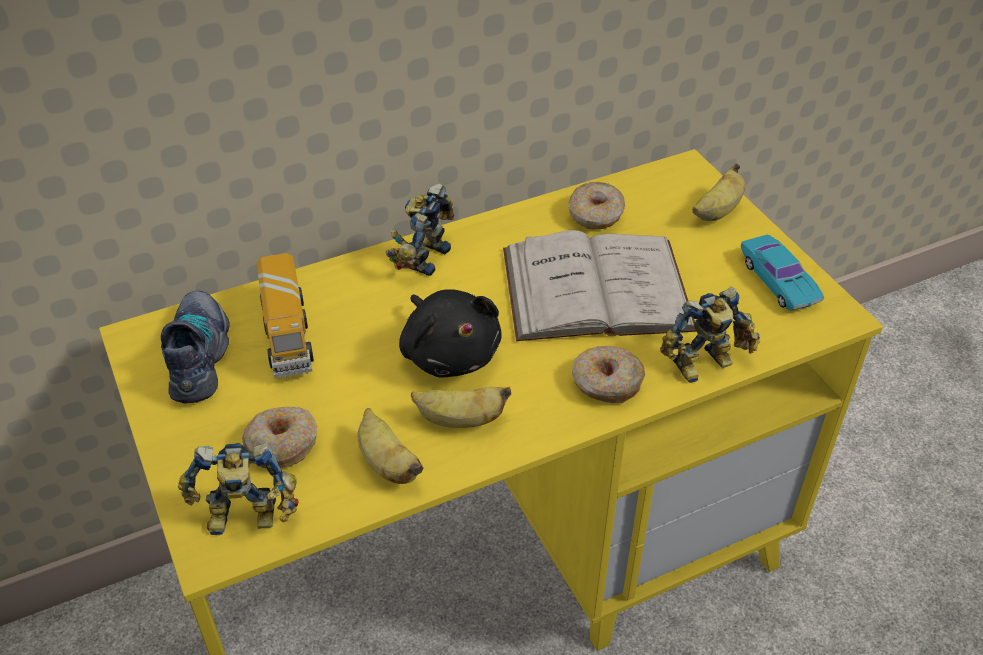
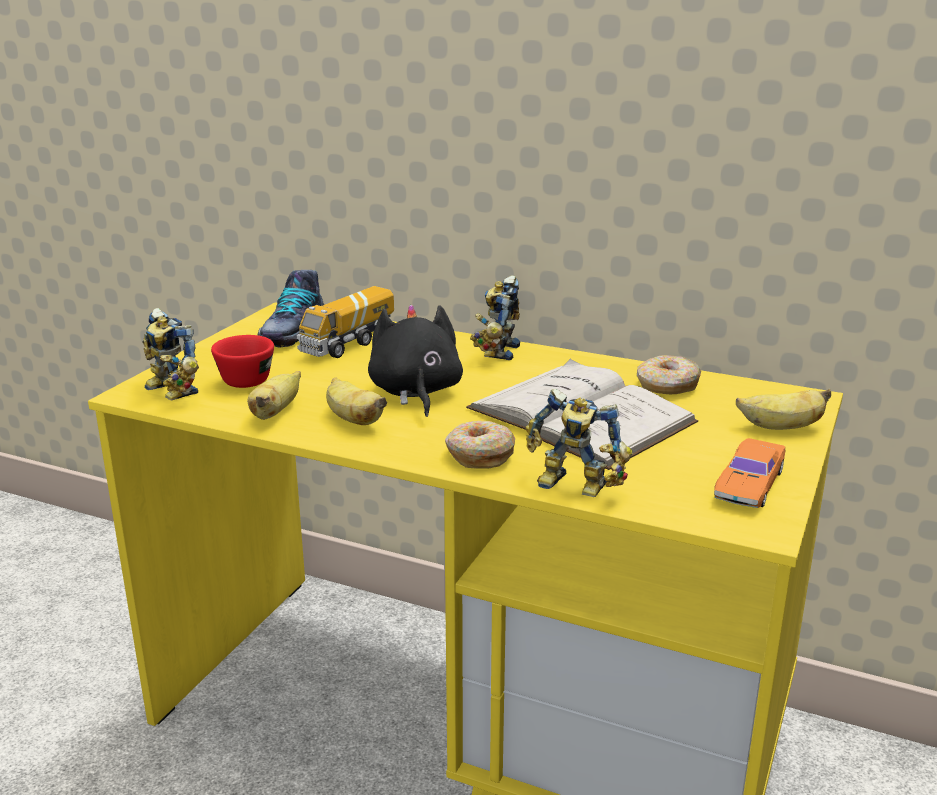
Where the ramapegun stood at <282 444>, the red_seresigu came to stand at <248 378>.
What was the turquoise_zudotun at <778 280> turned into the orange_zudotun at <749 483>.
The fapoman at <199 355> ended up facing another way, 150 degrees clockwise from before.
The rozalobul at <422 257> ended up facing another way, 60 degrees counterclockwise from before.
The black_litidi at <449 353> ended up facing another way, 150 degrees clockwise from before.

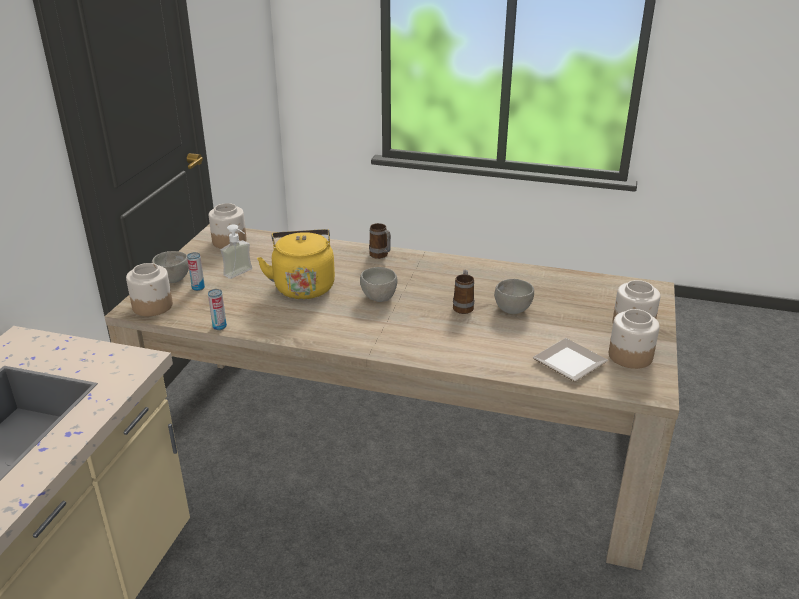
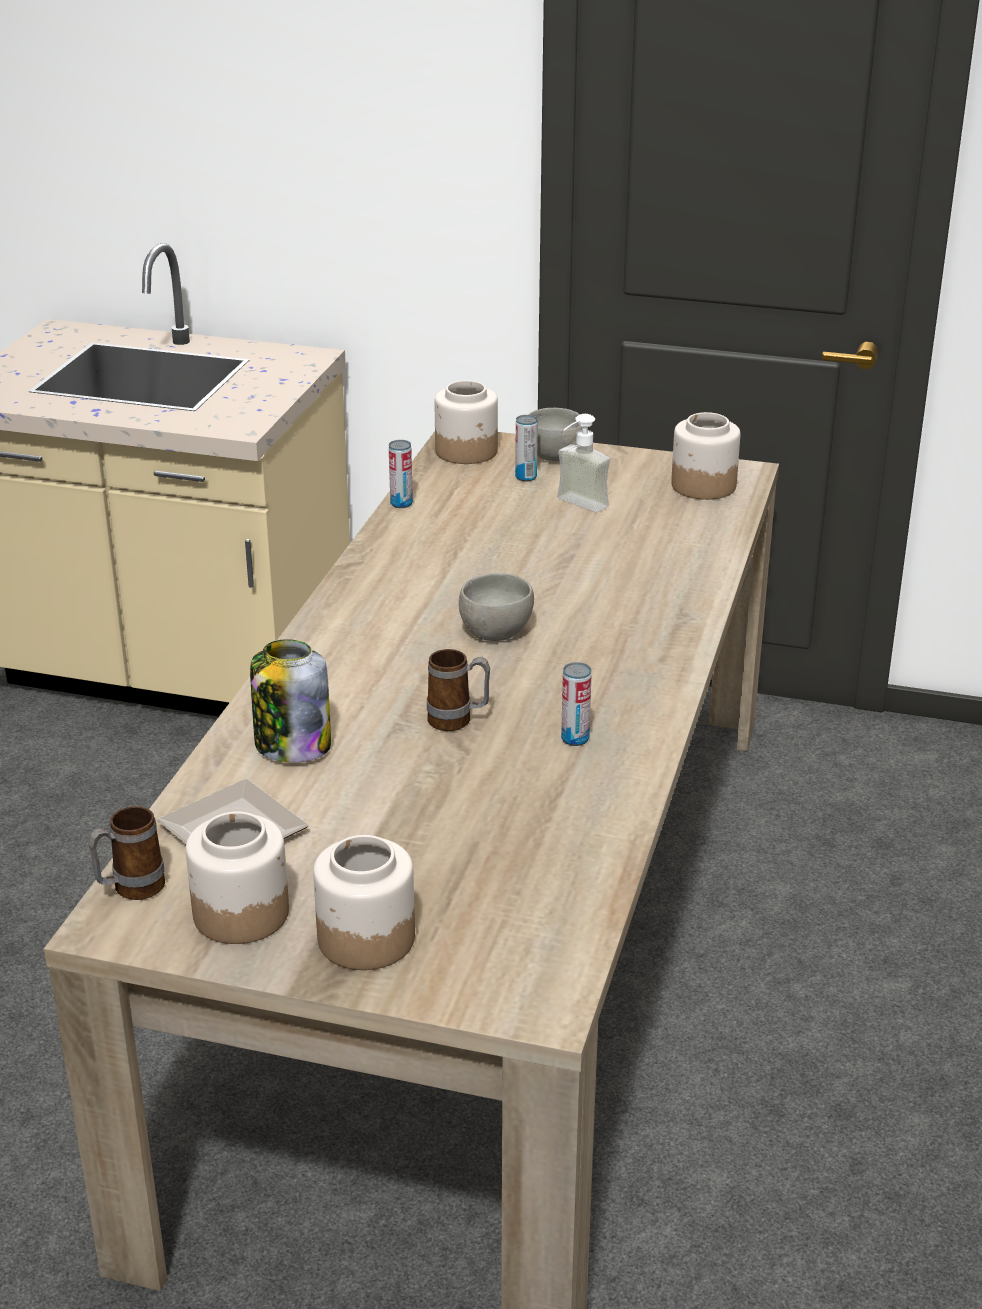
The second view lost the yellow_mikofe at <303 286>.
The second view lost the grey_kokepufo at <512 308>.
The second view gained the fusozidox at <291 745>.
The second view gained the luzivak at <575 739>.
The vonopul ended up elsewhere, having gone from <381 256> to <130 890>.

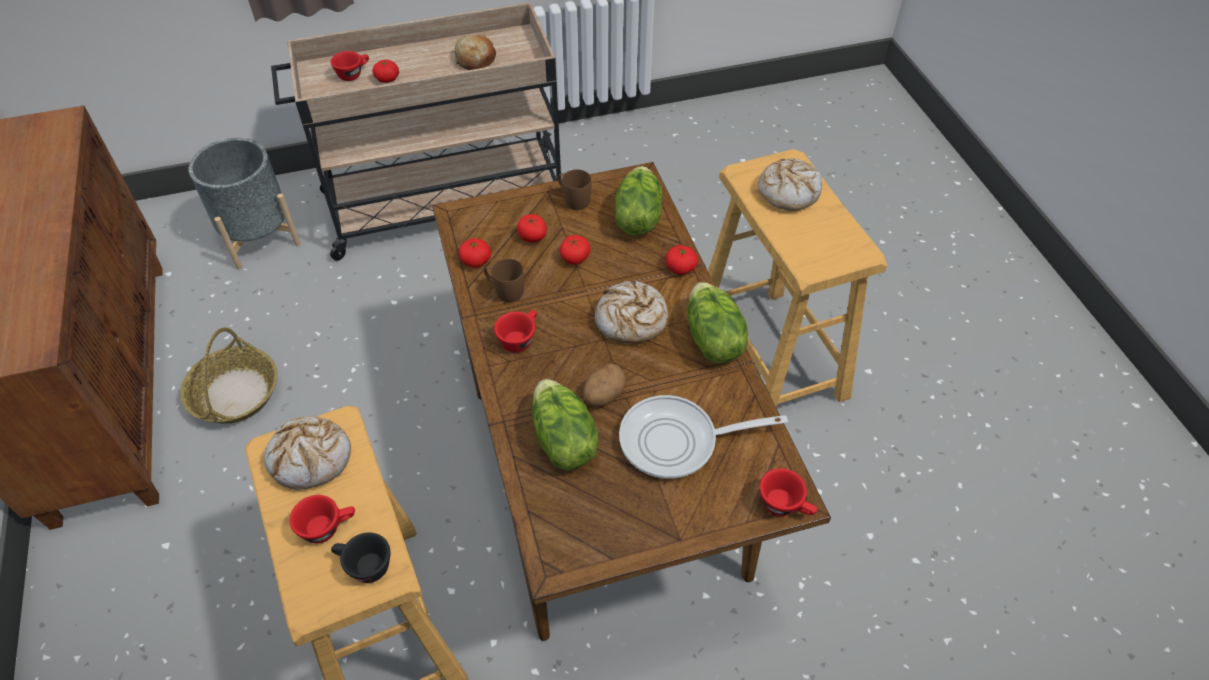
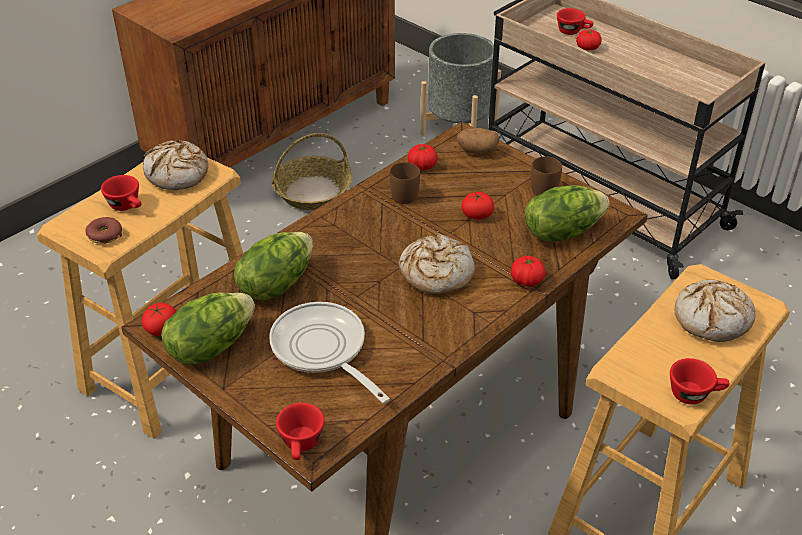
The second view lost the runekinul at <475 59>.
The red_seresigu ended up elsewhere, having gone from <519 338> to <695 394>.
The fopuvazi ended up elsewhere, having gone from <532 236> to <161 328>.
The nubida ended up elsewhere, having gone from <603 395> to <477 151>.
The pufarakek ended up elsewhere, having gone from <711 339> to <210 346>.
Where the black_seresigu stood at <364 566>, the ramapegun came to stand at <105 235>.

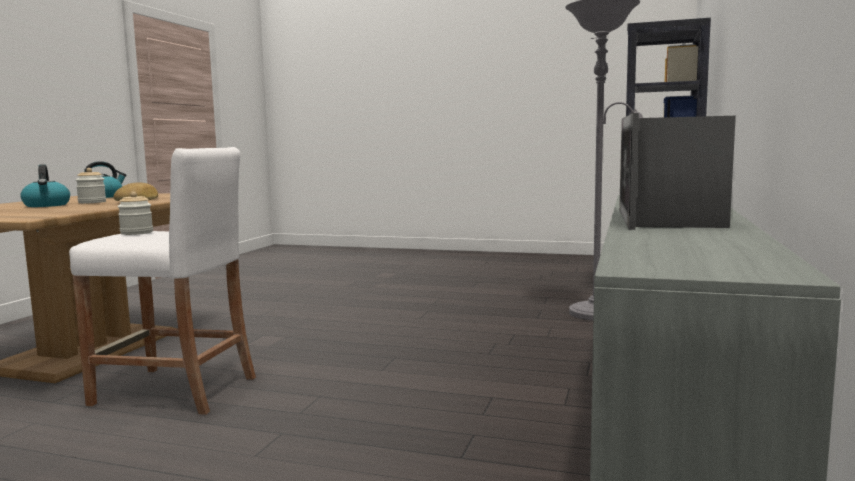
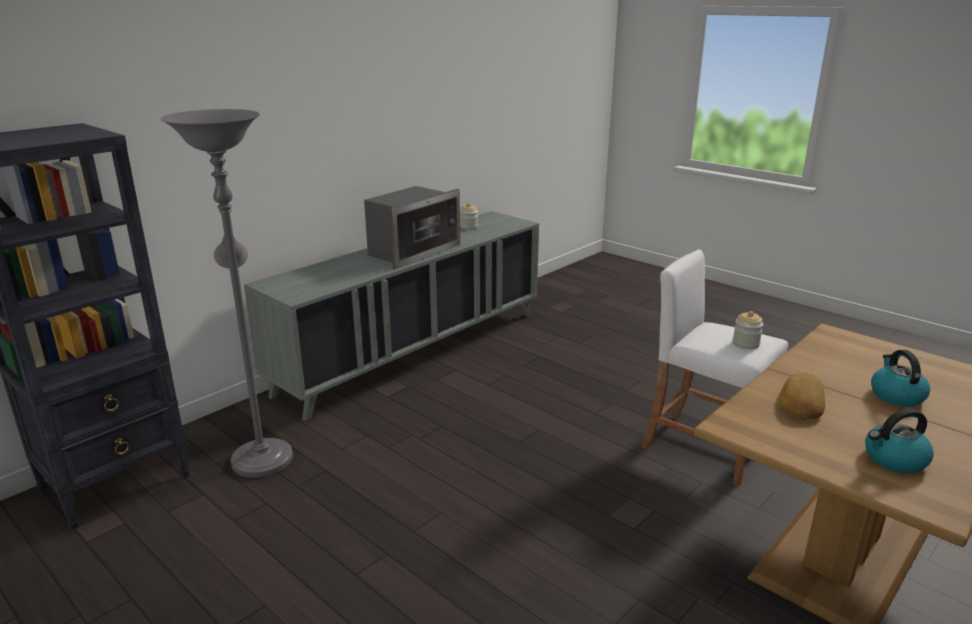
The fusozidox ended up elsewhere, having gone from <92 202> to <468 227>.

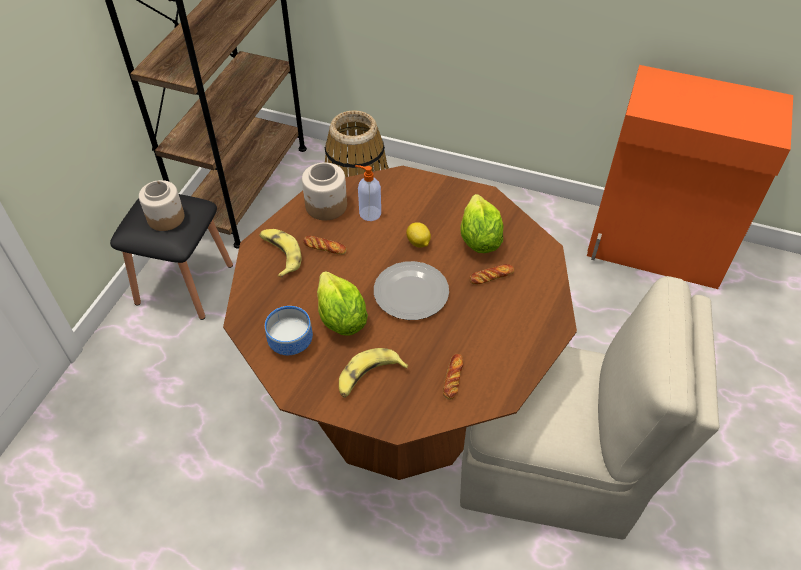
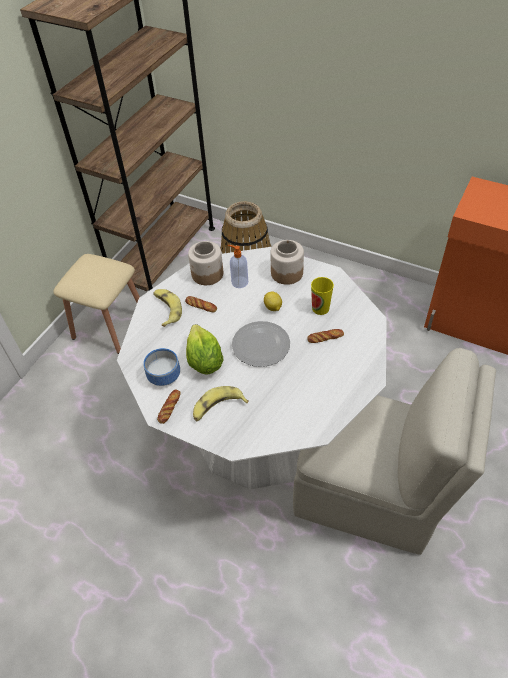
The fusozidox ended up elsewhere, having gone from <166 217> to <287 273>.
The runekinul ended up elsewhere, having gone from <453 378> to <169 408>.
Where the pufarakek stood at <479 240>, the seresigu came to stand at <320 308>.
What was the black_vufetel at <184 284> turned into the beige_vufetel at <110 326>.
What was the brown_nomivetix at <400 401> turned into the white_nomivetix at <259 429>.

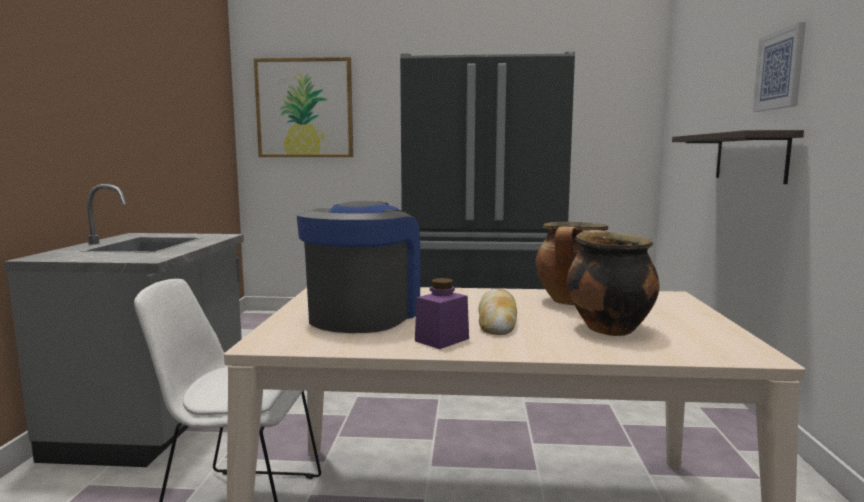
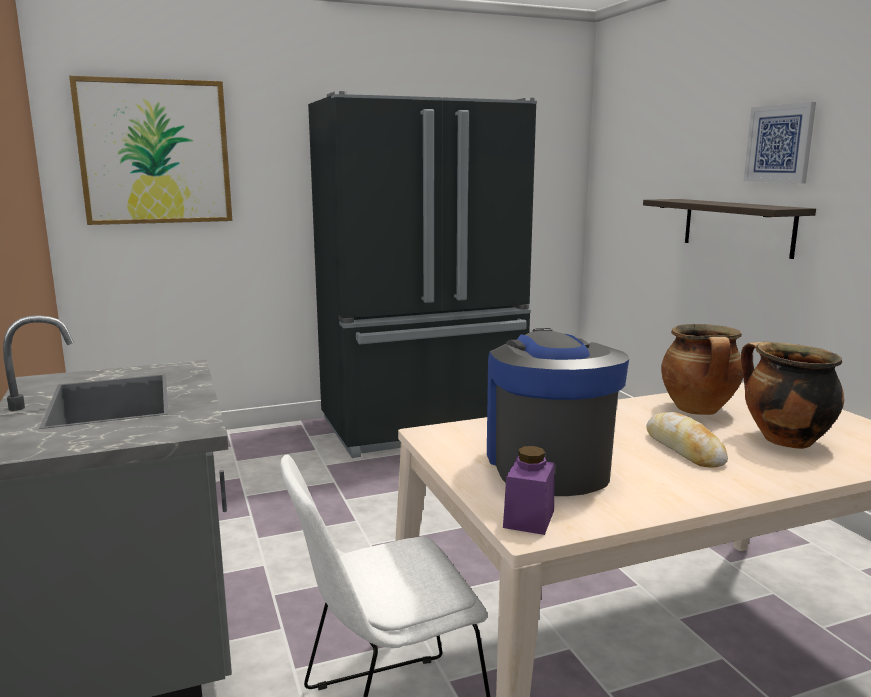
The purple_fusozidox ended up elsewhere, having gone from <442 340> to <529 519>.

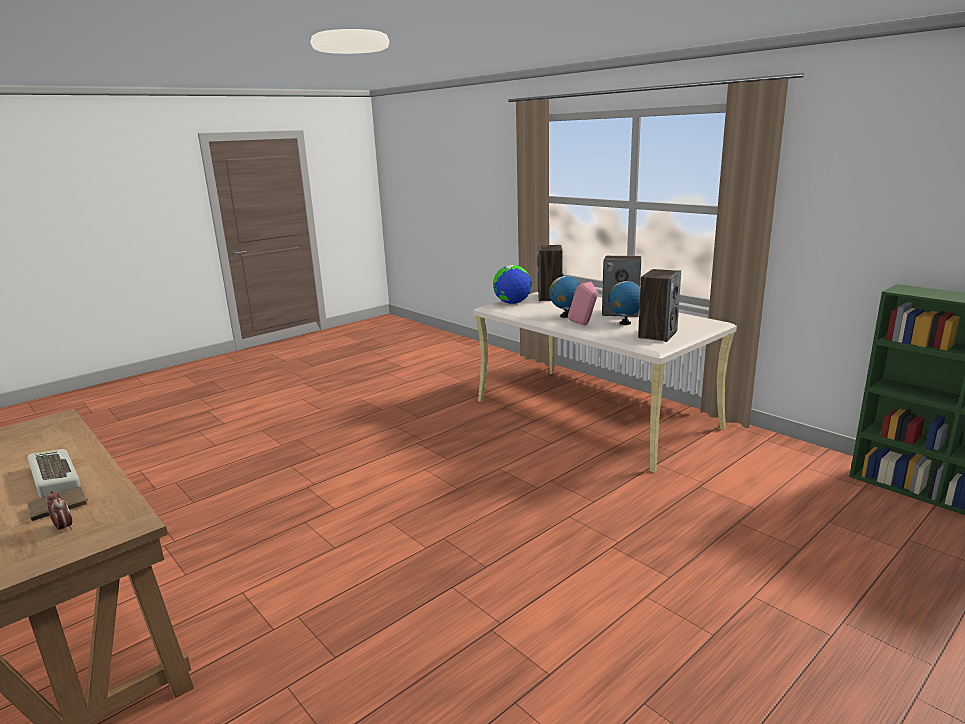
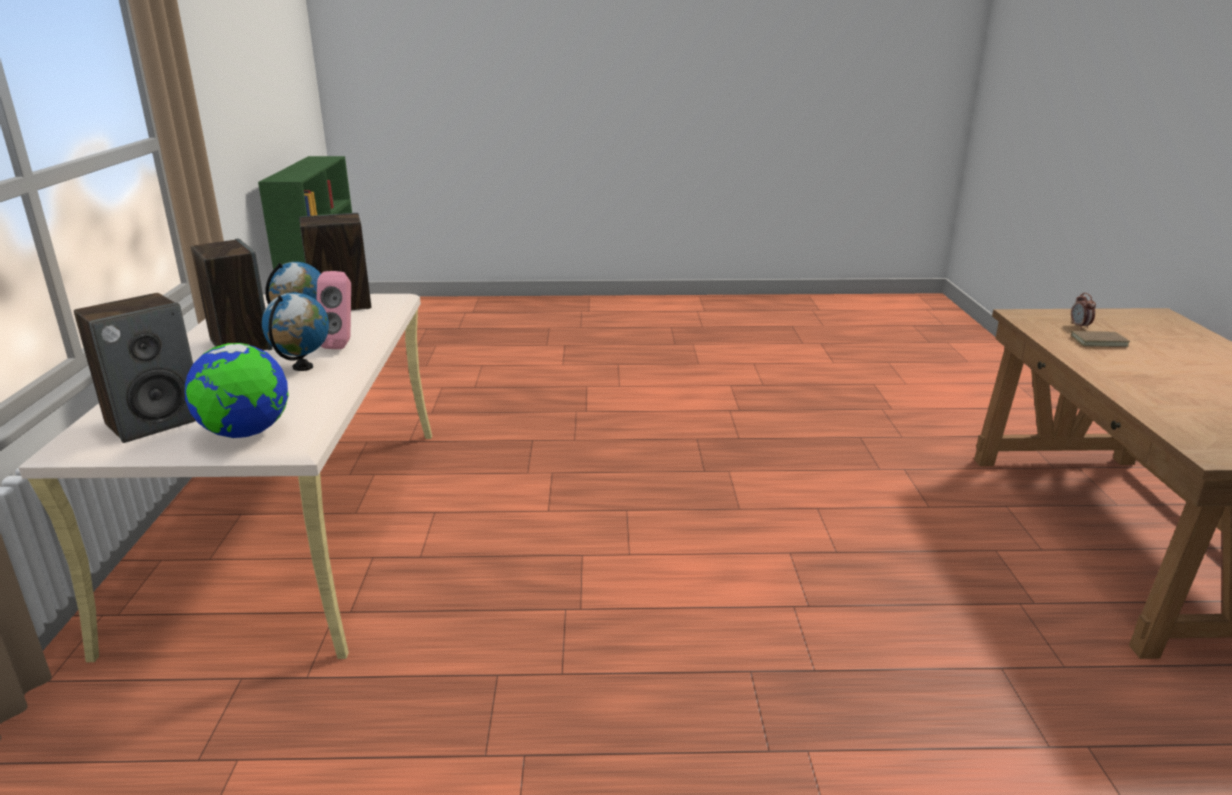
The second view lost the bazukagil at <52 478>.

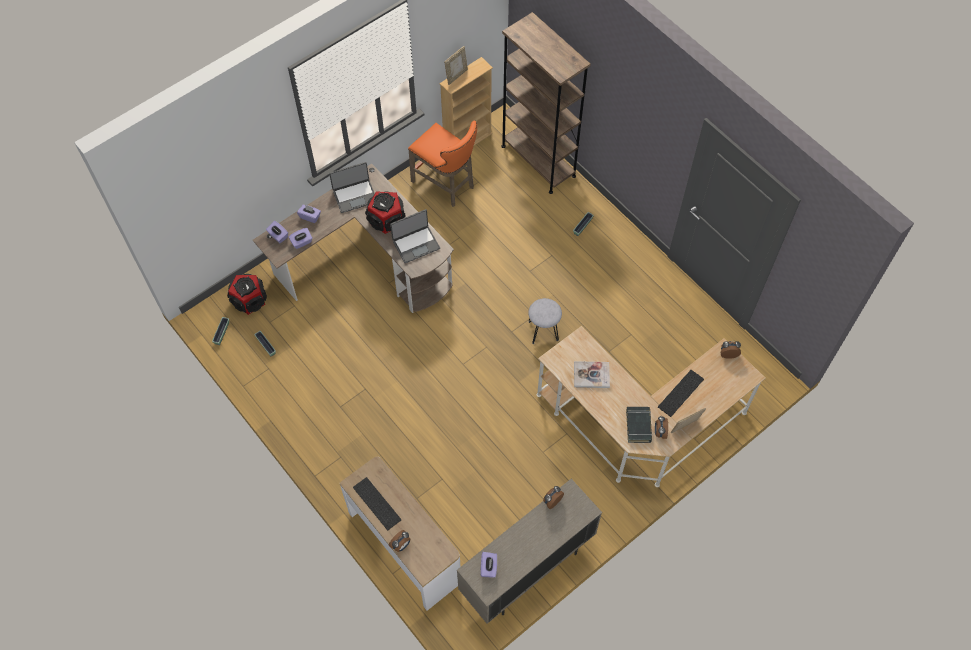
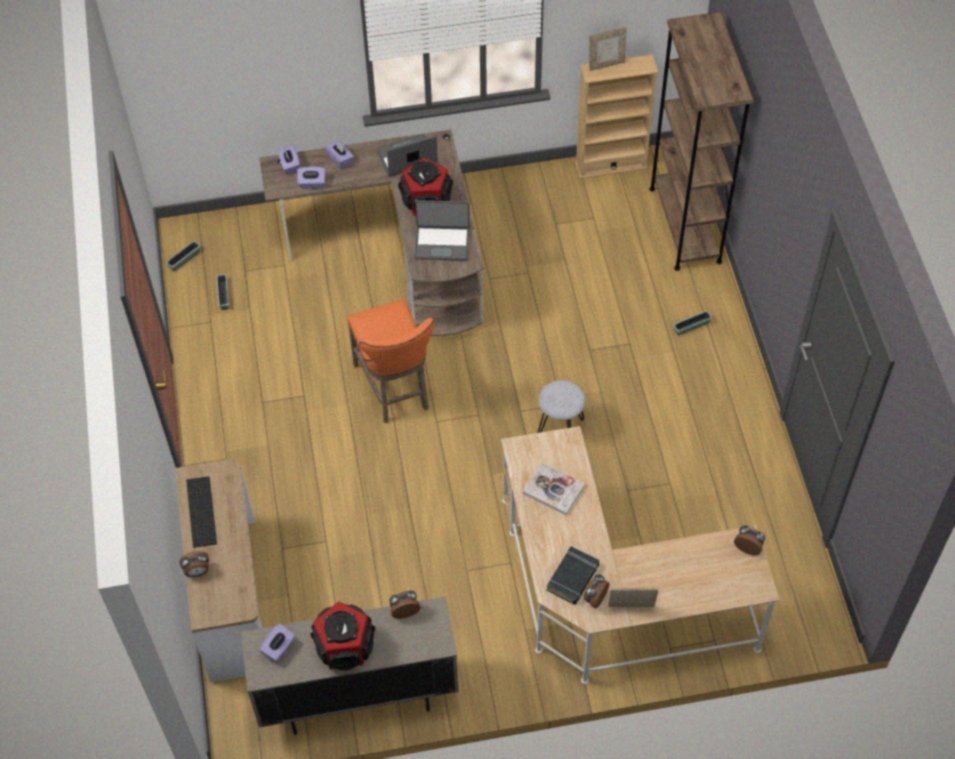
The second view lost the bazukagil at <681 394>.
The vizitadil ended up elsewhere, having gone from <250 300> to <345 646>.
The orange_vufetel ended up elsewhere, having gone from <446 185> to <394 390>.
The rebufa at <355 196> ended up facing another way, 150 degrees clockwise from before.

